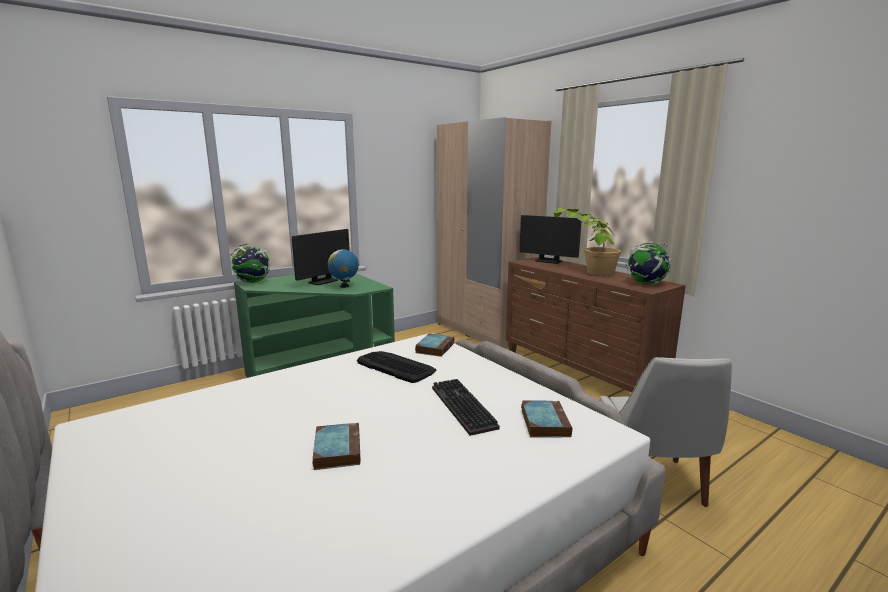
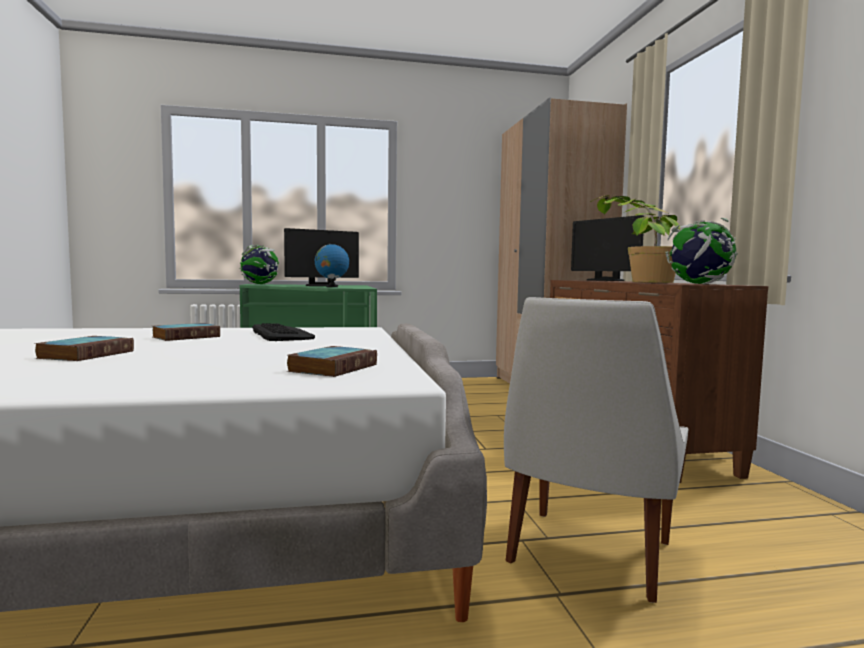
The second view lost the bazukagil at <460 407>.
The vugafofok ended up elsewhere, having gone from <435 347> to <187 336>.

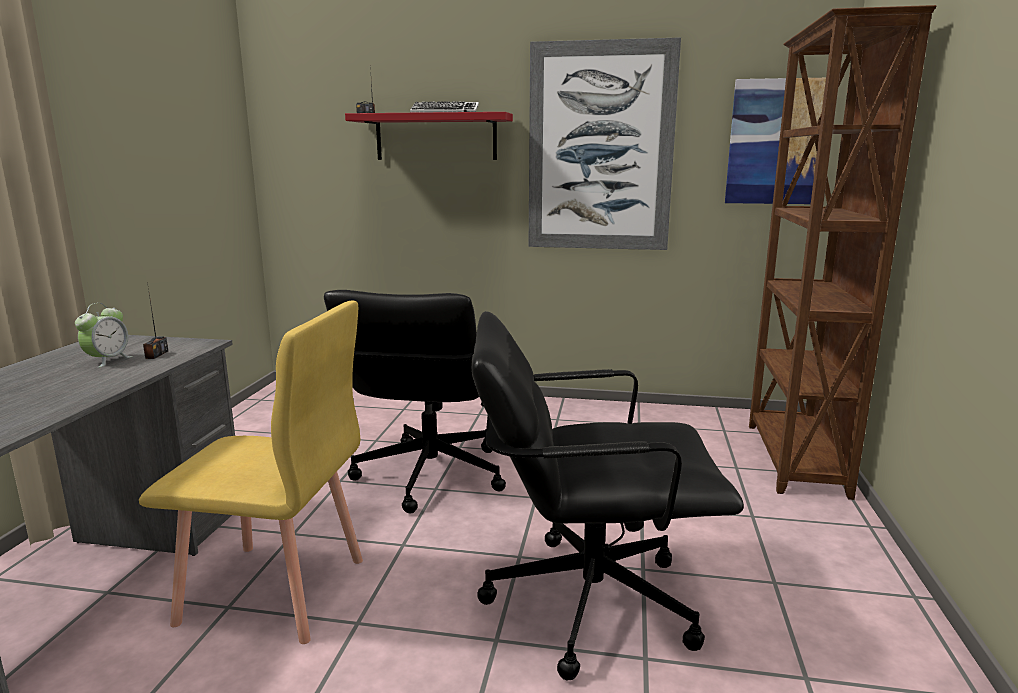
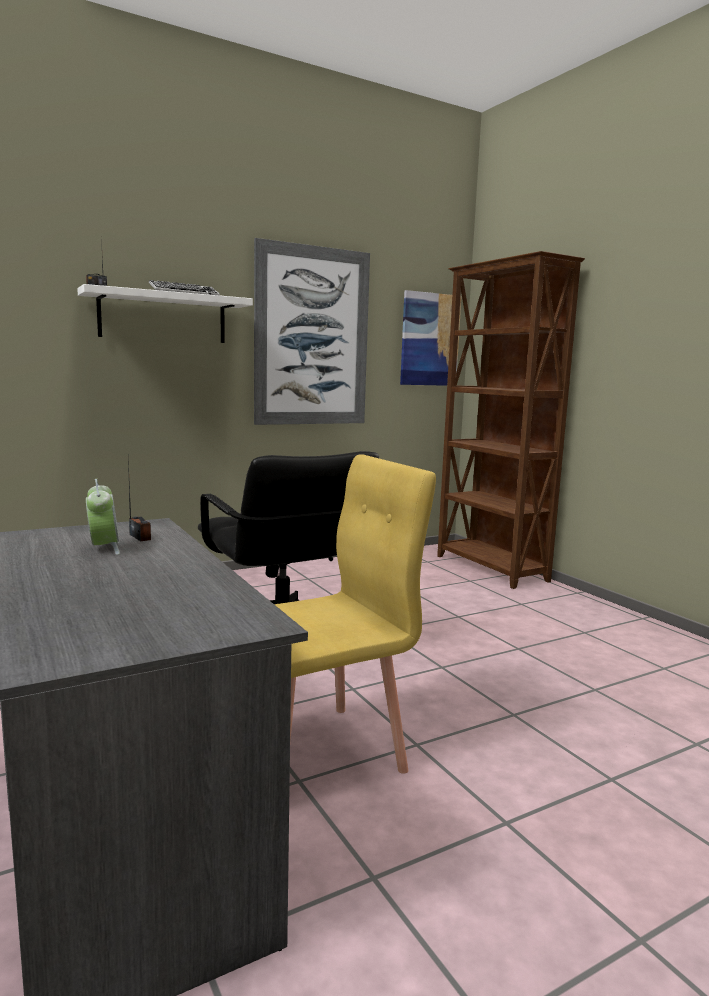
The second view lost the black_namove at <588 600>.
What was the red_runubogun at <436 137> turned into the white_runubogun at <163 317>.

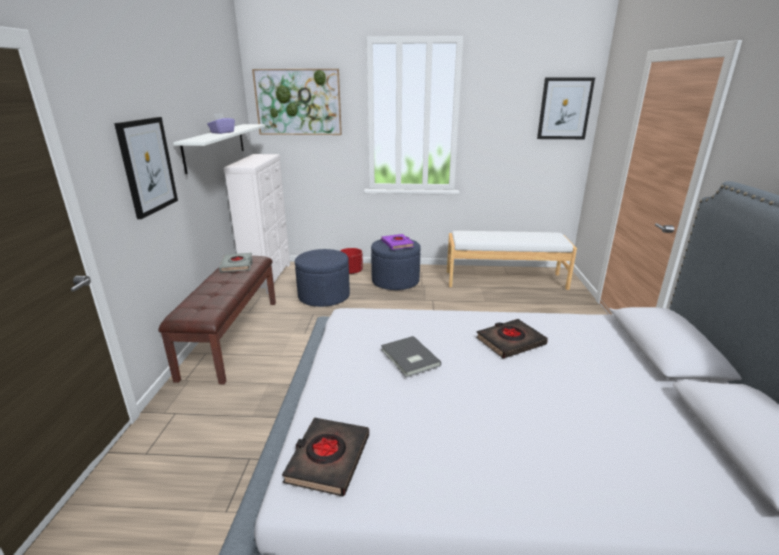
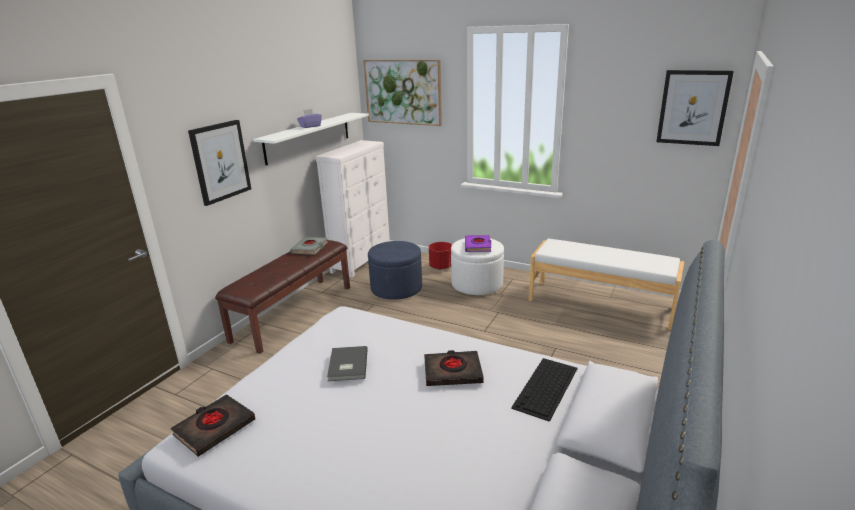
The second view gained the bazukagil at <546 388>.
What was the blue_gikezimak at <395 281> turned into the white_gikezimak at <477 284>.

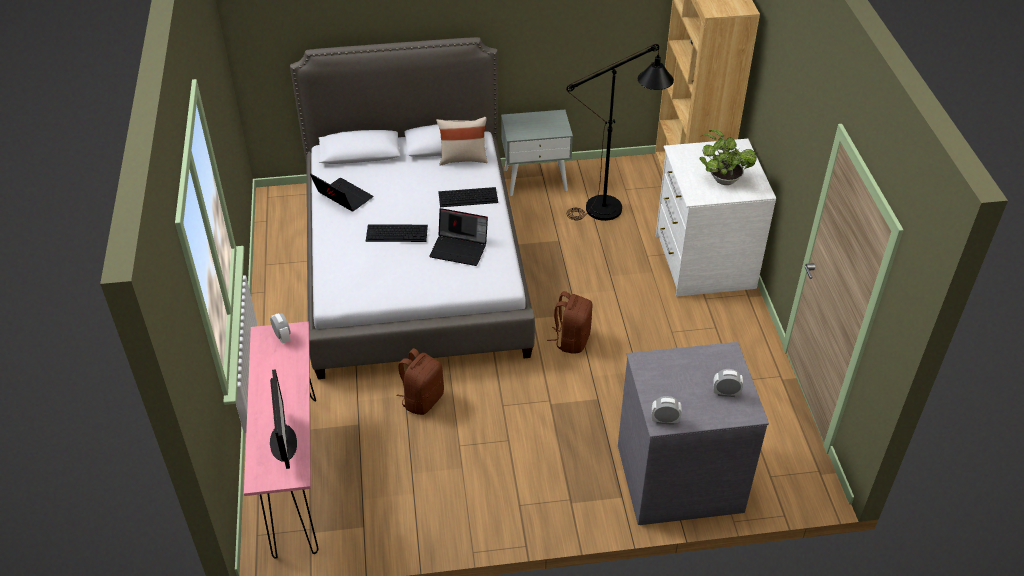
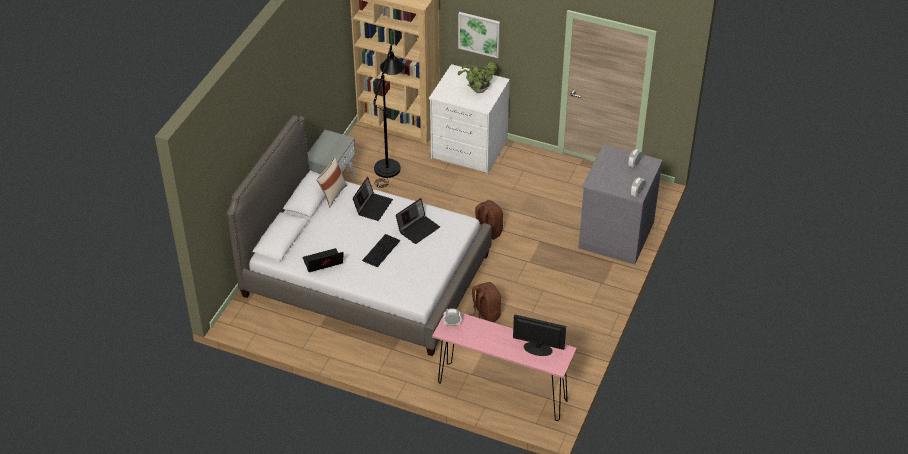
The second view gained the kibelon at <479 34>.
Where the bazukagil stood at <468 197>, the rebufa came to stand at <373 206>.

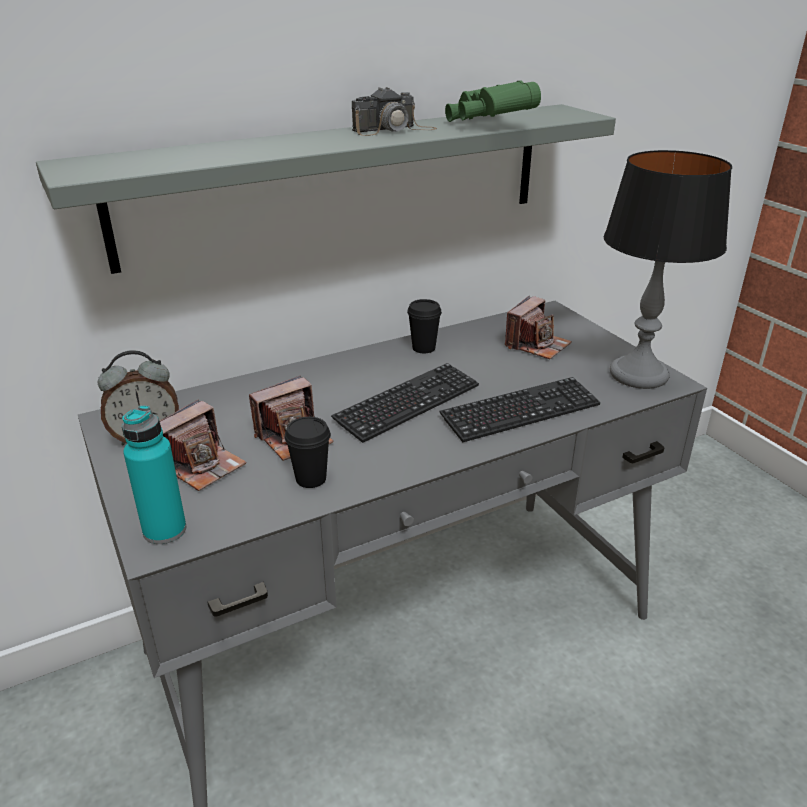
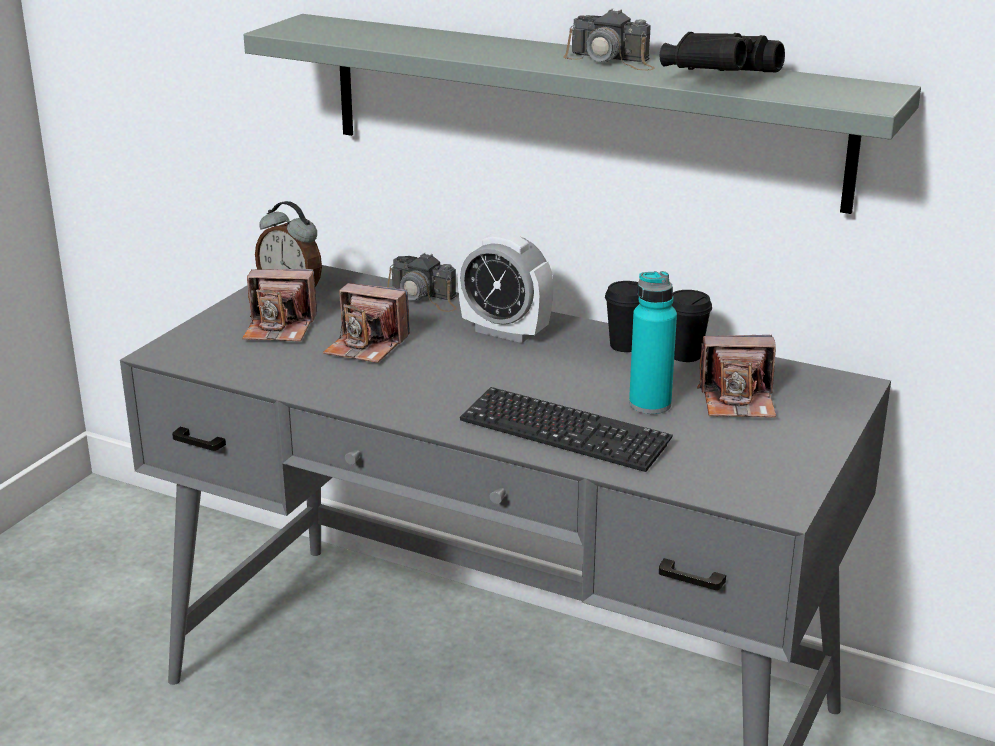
The second view lost the bazukagil at <408 404>.
The second view lost the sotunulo at <639 374>.
The second view gained the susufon at <423 297>.
The second view gained the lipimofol at <505 332>.
The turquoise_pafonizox ended up elsewhere, having gone from <165 530> to <650 404>.
The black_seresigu ended up elsewhere, having gone from <311 479> to <685 355>.
What was the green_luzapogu at <487 124> turned into the black_luzapogu at <718 80>.

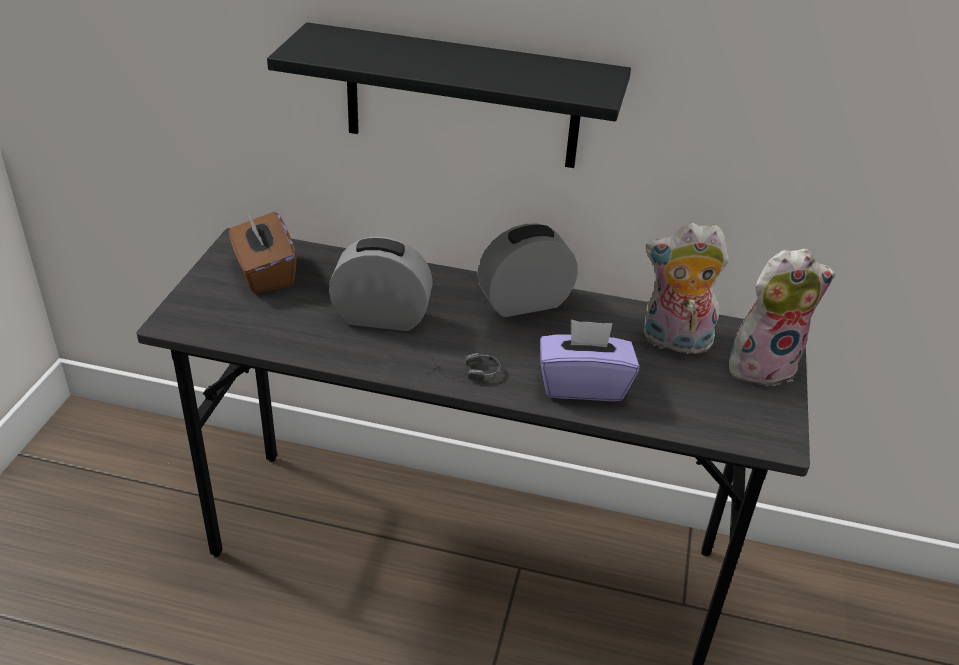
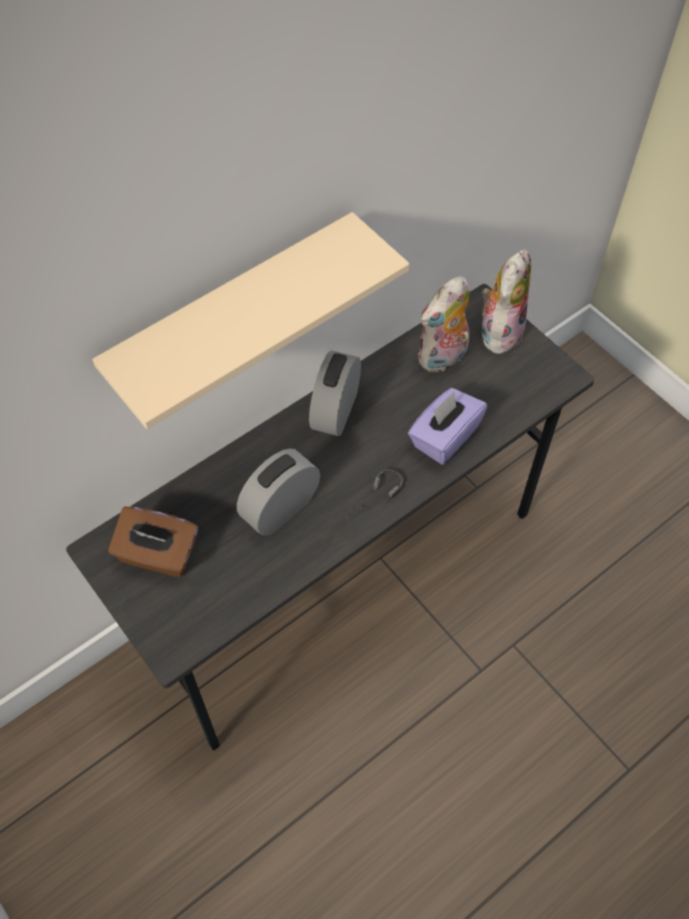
What was the black_runubogun at <462 98> turned into the beige_runubogun at <234 316>.

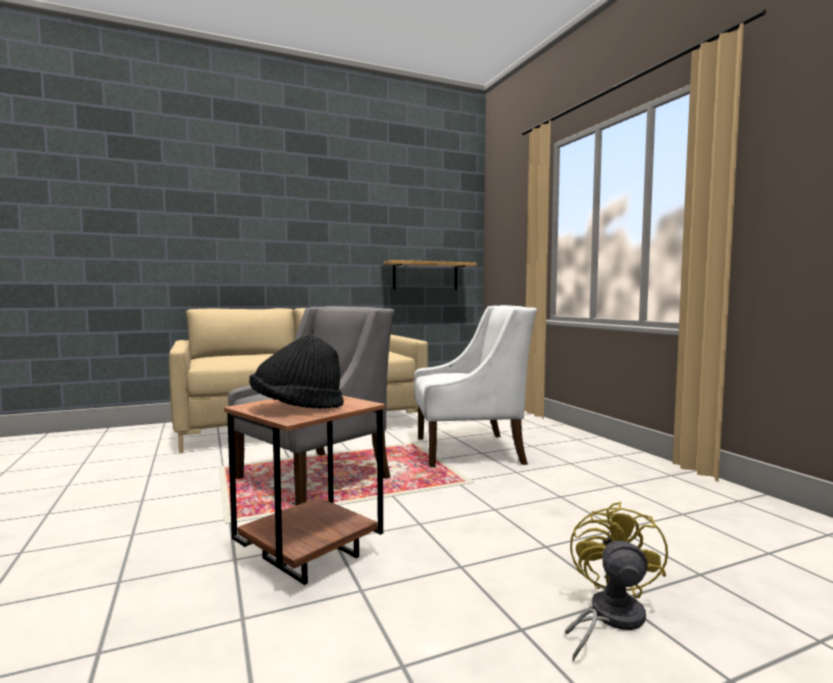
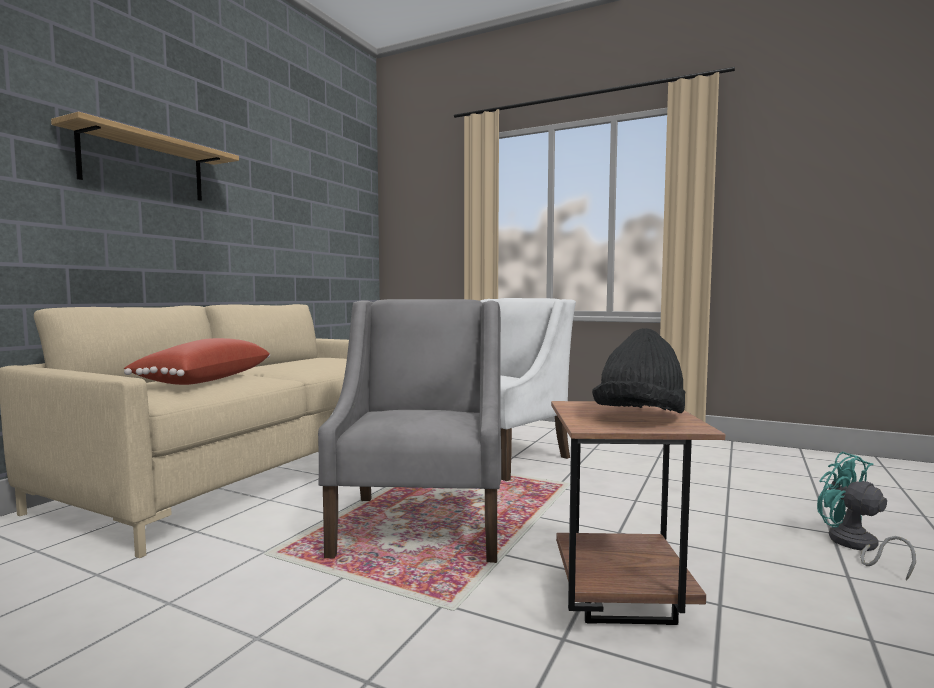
The second view gained the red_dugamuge at <204 380>.
The runubogun ended up elsewhere, having gone from <425 276> to <143 166>.
What was the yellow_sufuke at <609 618> turned into the turquoise_sufuke at <855 546>.

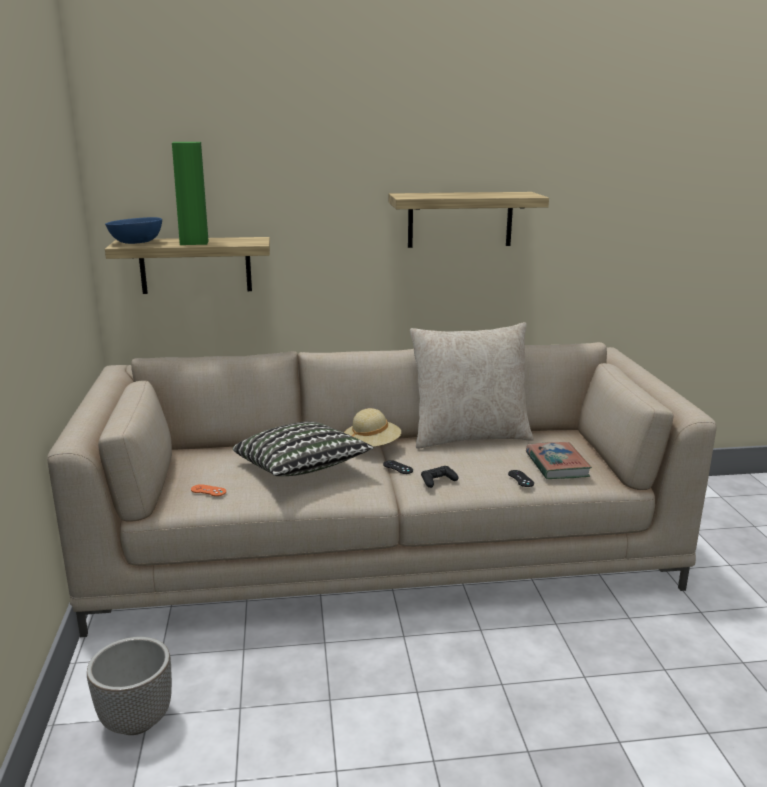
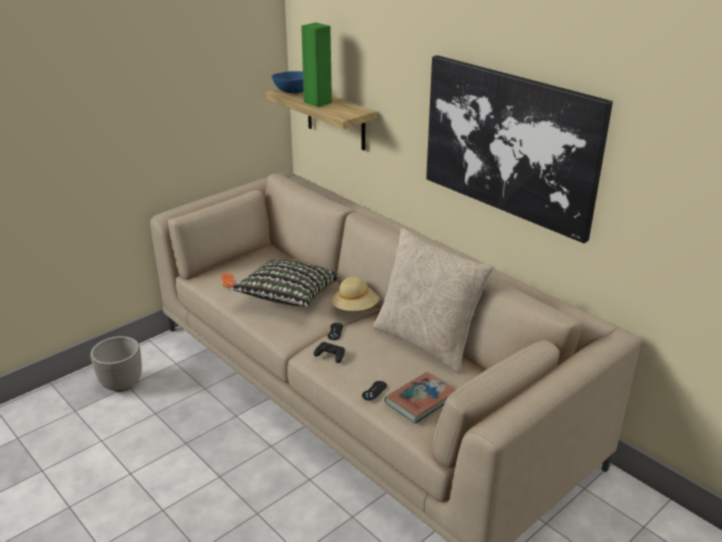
Where the runubogun hung at <460 219>, the kibelon came to hang at <510 144>.

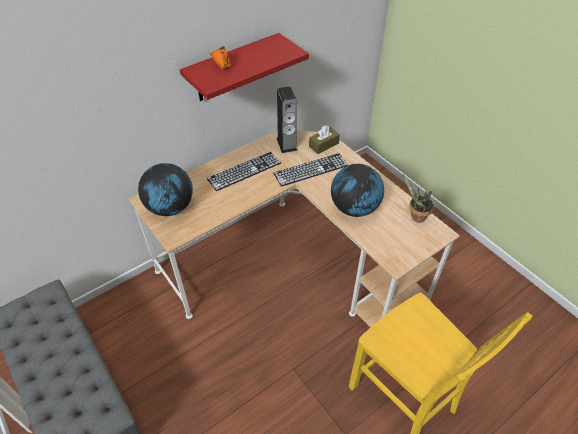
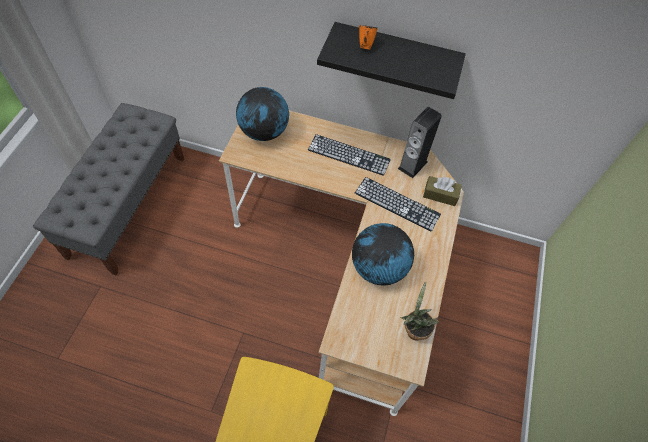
What was the red_runubogun at <233 68> turned into the black_runubogun at <395 56>.

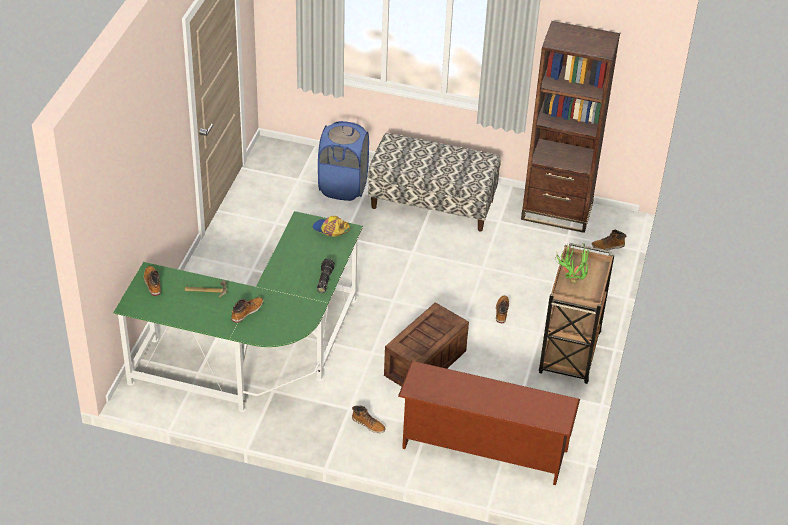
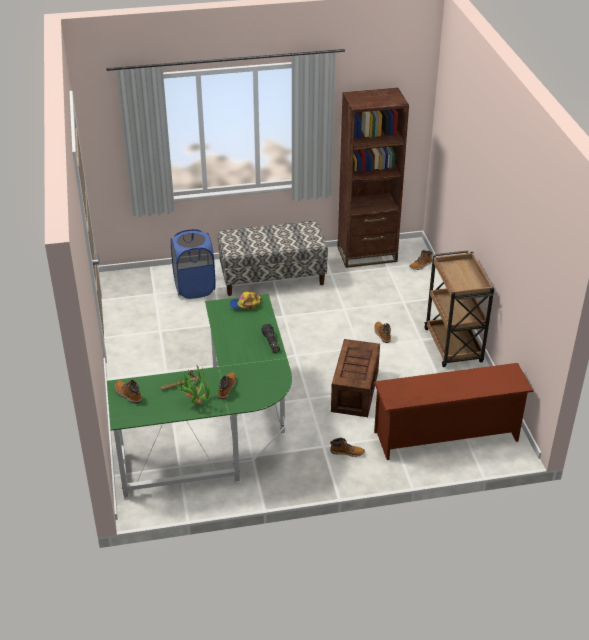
The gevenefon ended up elsewhere, having gone from <570 279> to <195 402>.

